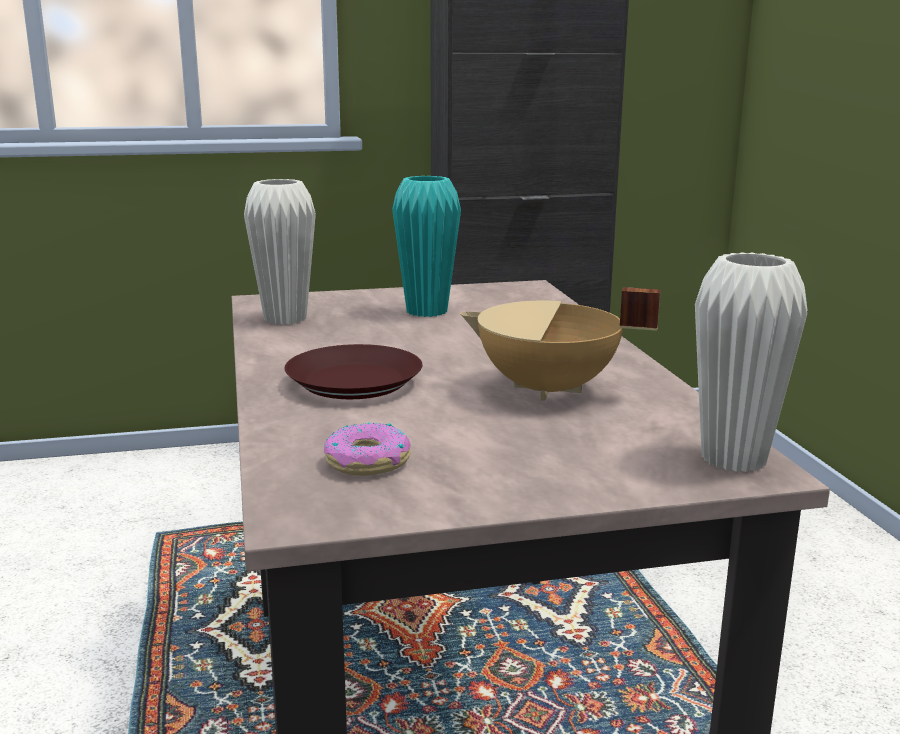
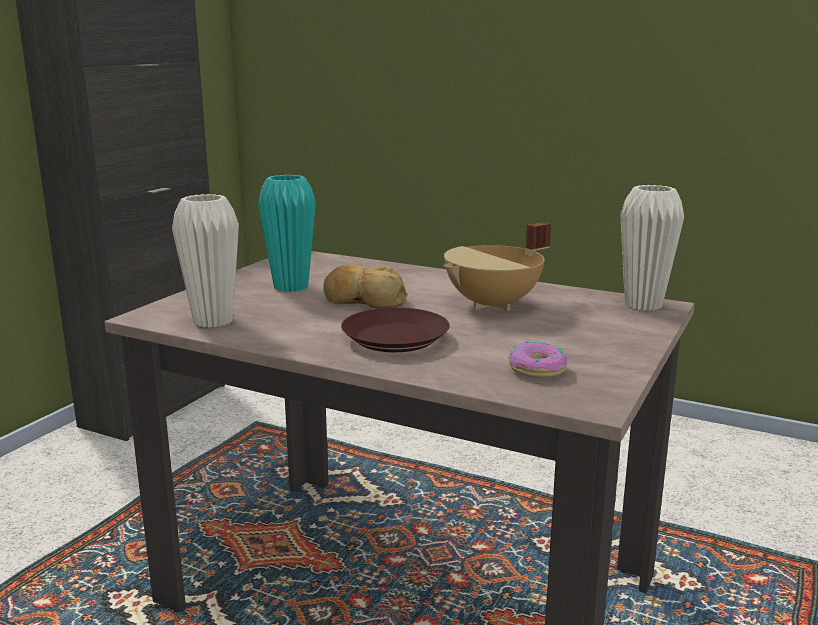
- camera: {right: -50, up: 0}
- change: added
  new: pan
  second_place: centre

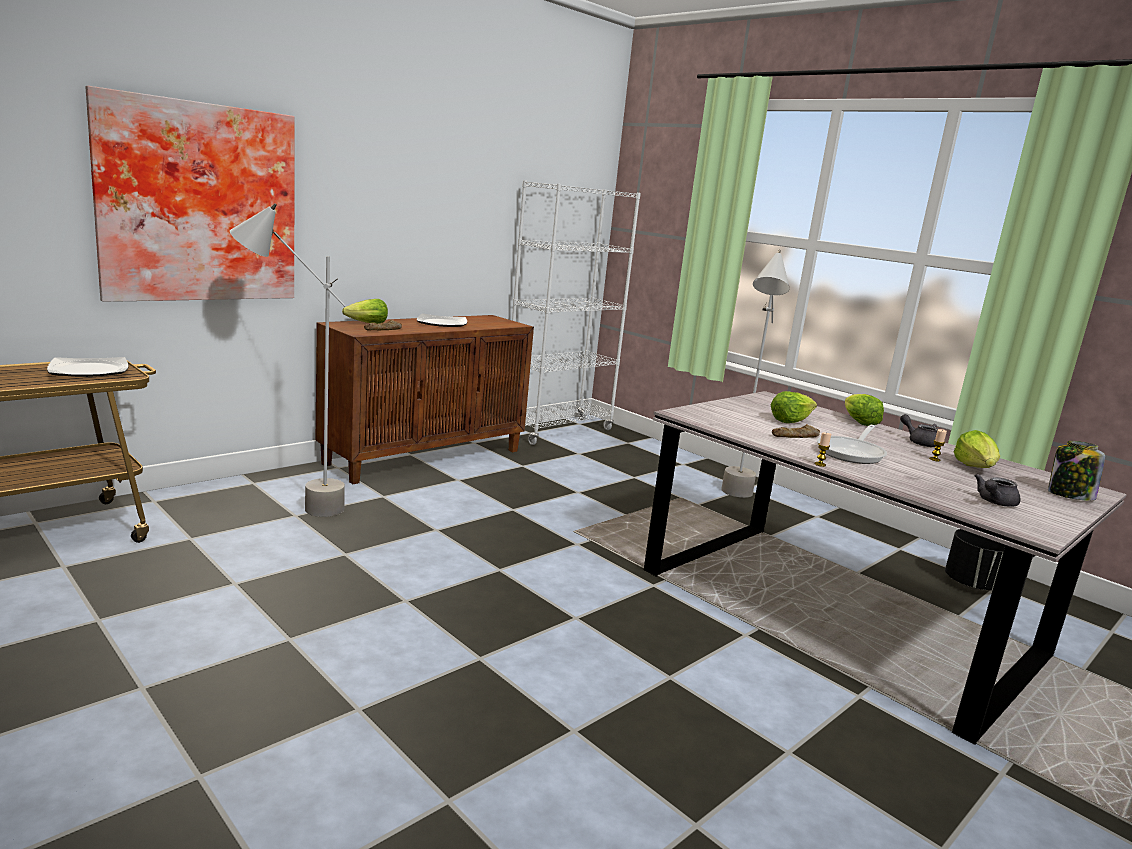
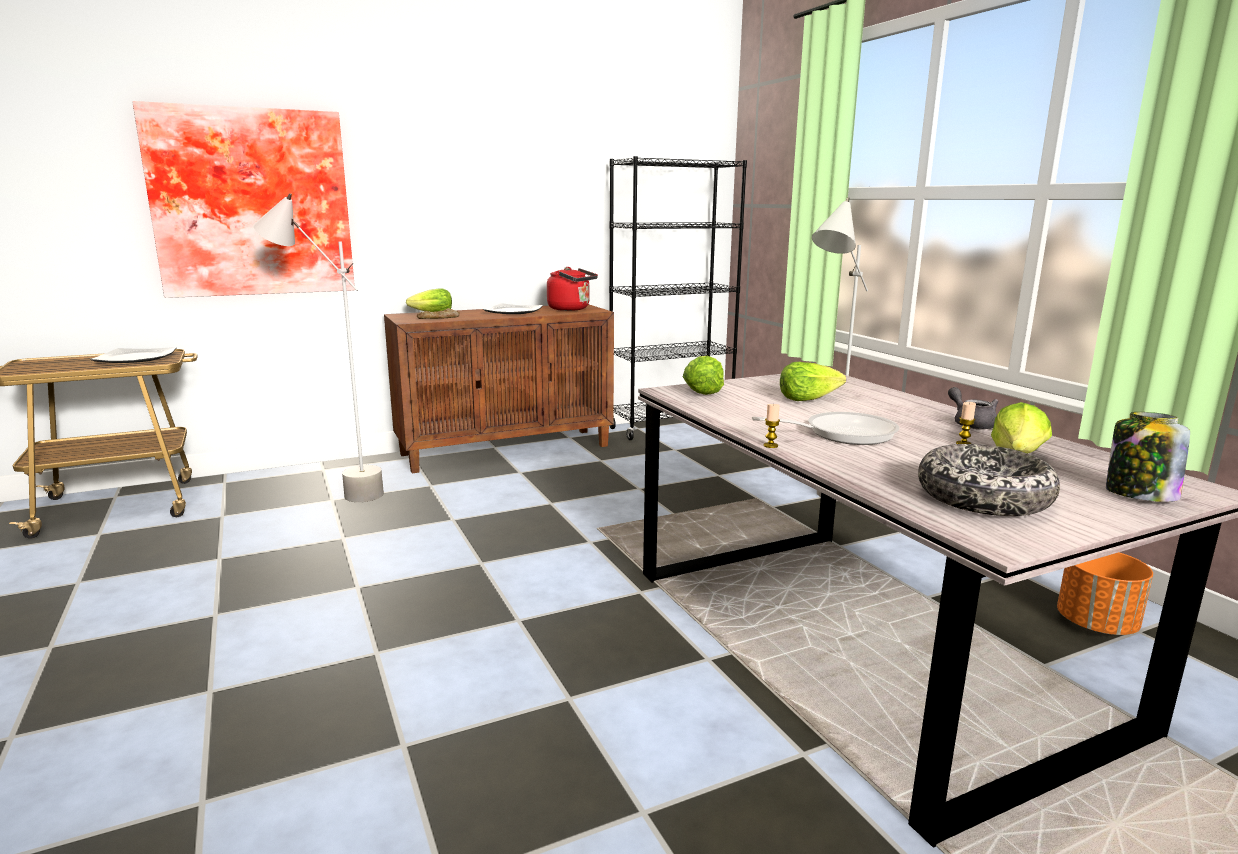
- camera: {right: 20, up: 0}
- change: removed
  old: pan (2nd from left)
  first_place: middle right
- change: added
  new: hervidor/rojo
  second_place: centre
- change: moved
  old: lechuga (3rd from left in the first image)
  new: lechuga (2nd from left)
  first_place: middle right
  second_place: centre
- change: replaced
  old: tetera/gris (2nd from left)
  new: cuenco
  first_place: middle right
  second_place: middle right
- change: recoloured
  old: estantería/blanco
  new: estantería/negro
  first_place: centre
  second_place: centre
- change: recoloured
  old: maceta/negro
  new: maceta/naranja
  first_place: middle right
  second_place: bottom right
- change: turned
  old: sartén
  first_place: middle right
  second_place: centre
  degrees: -150

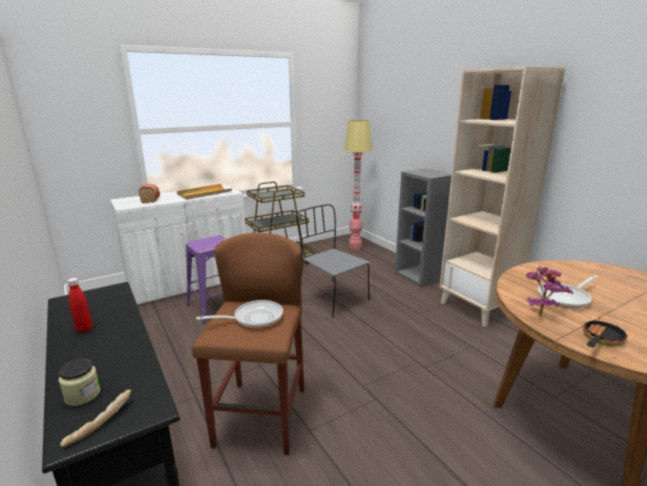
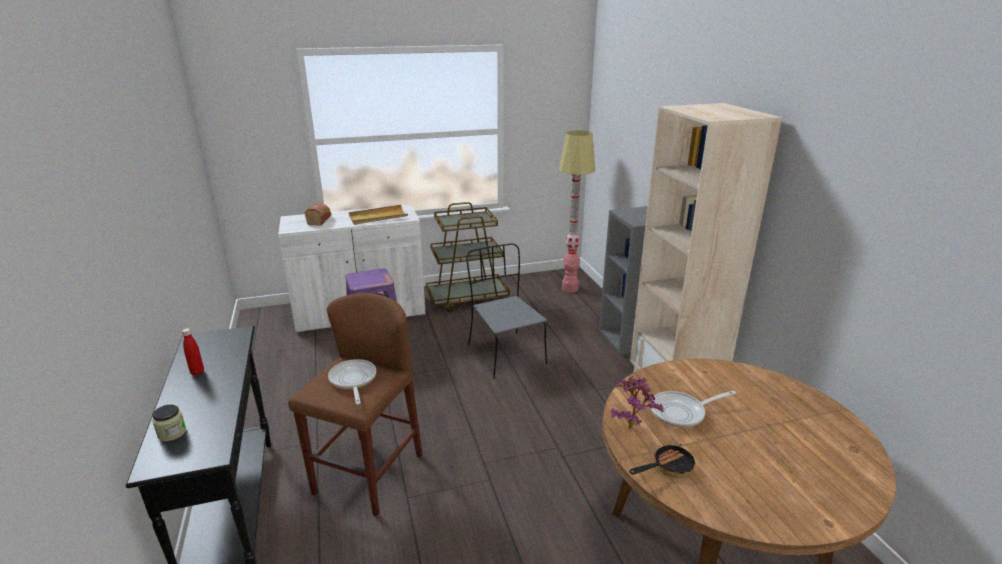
- camera: {right: 15, up: 5}
- change: removed
  old: pan (1st from left)
  first_place: bottom left
- change: turned
  old: sartén (1st from left)
  first_place: centre
  second_place: bottom centre
  degrees: -105

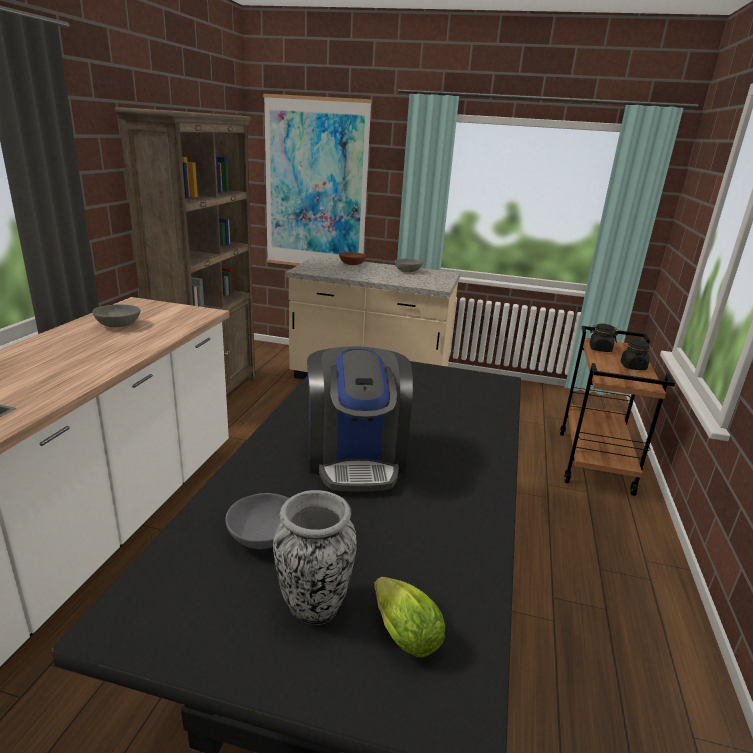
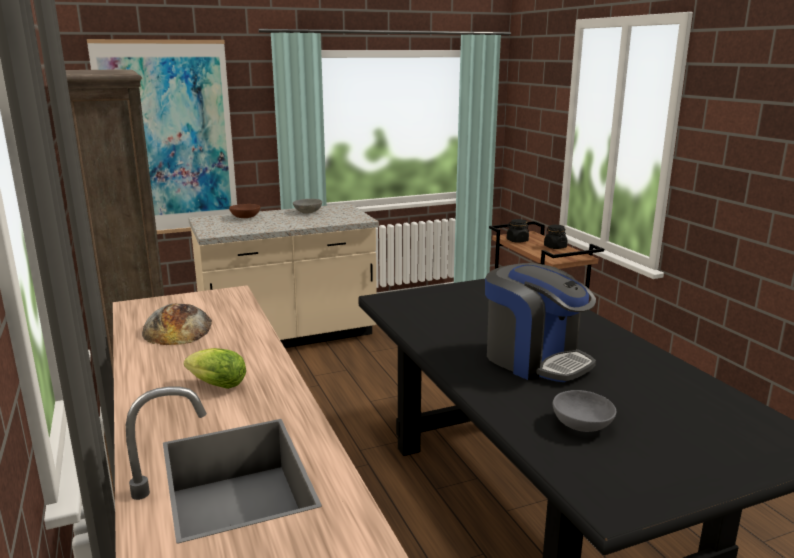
- camera: {right: -35, up: -5}
- change: removed
  old: florero
  first_place: bottom centre
- change: moved
  old: lechuga
  first_place: bottom centre
  second_place: middle left
- change: replaced
  old: cuenco/gris (1st from left)
  new: pan
  first_place: middle left
  second_place: middle left

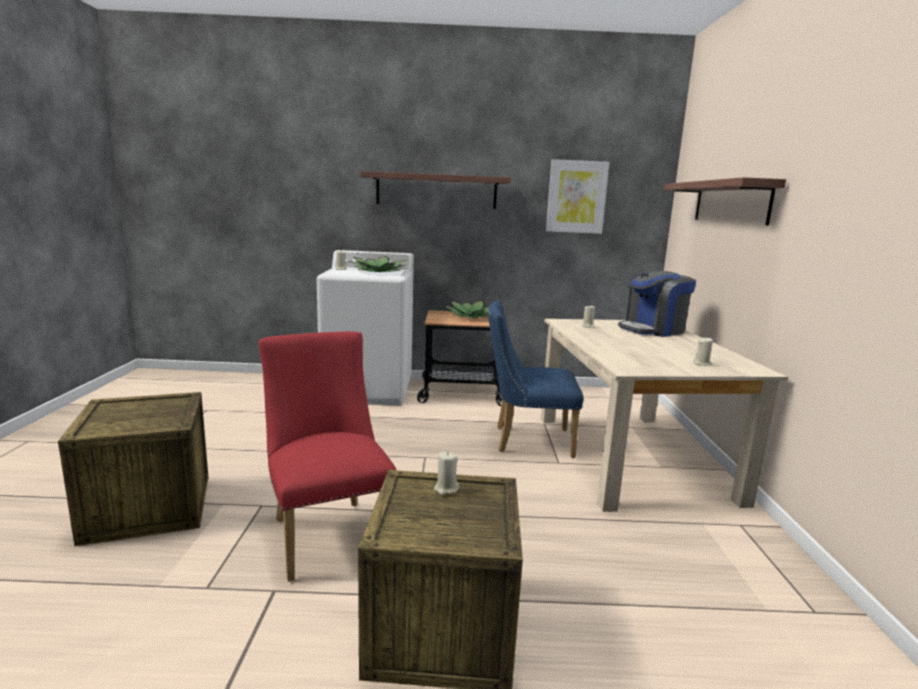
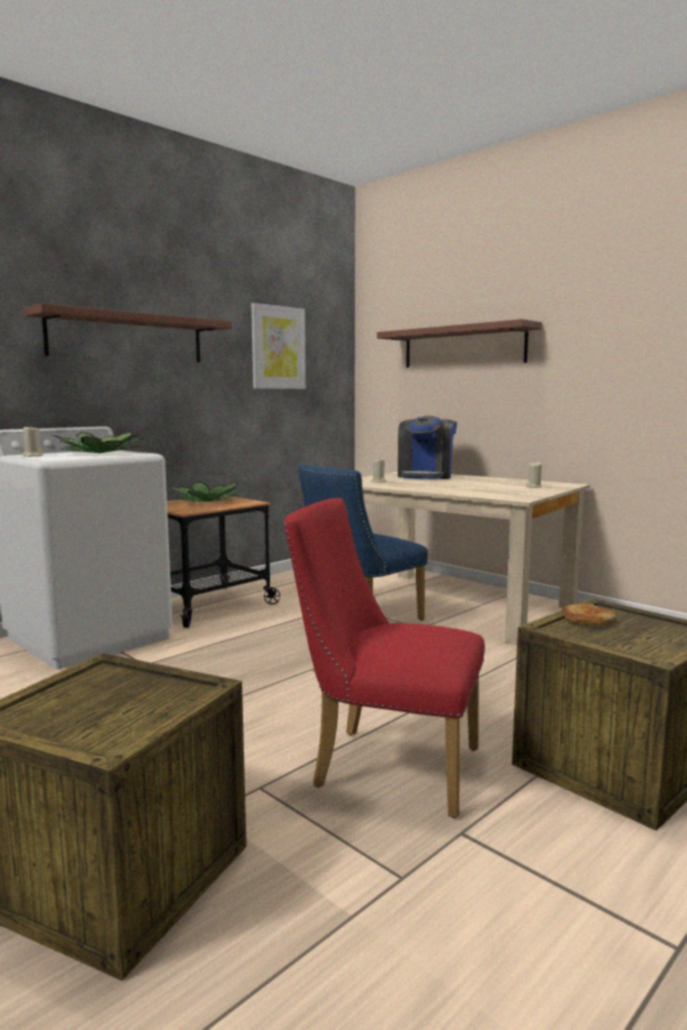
- camera: {right: -45, up: -5}
- change: replaced
  old: vela/beis (2nd from left)
  new: pan
  first_place: bottom centre
  second_place: middle right

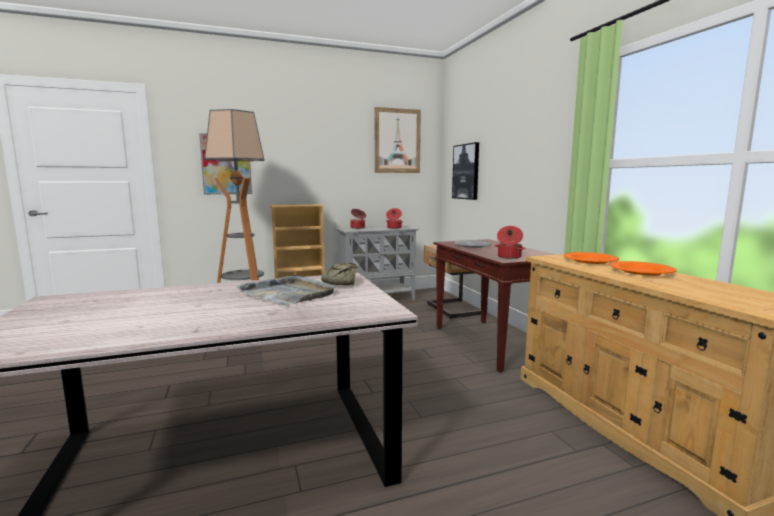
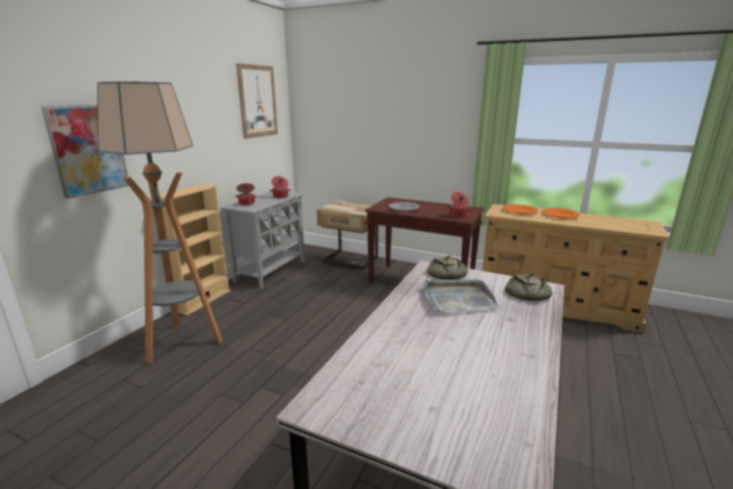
- camera: {right: -45, up: 10}
- change: removed
  old: cuadro (3rd from left)
  first_place: top centre
- change: added
  new: pan (2nd from left)
  second_place: middle right

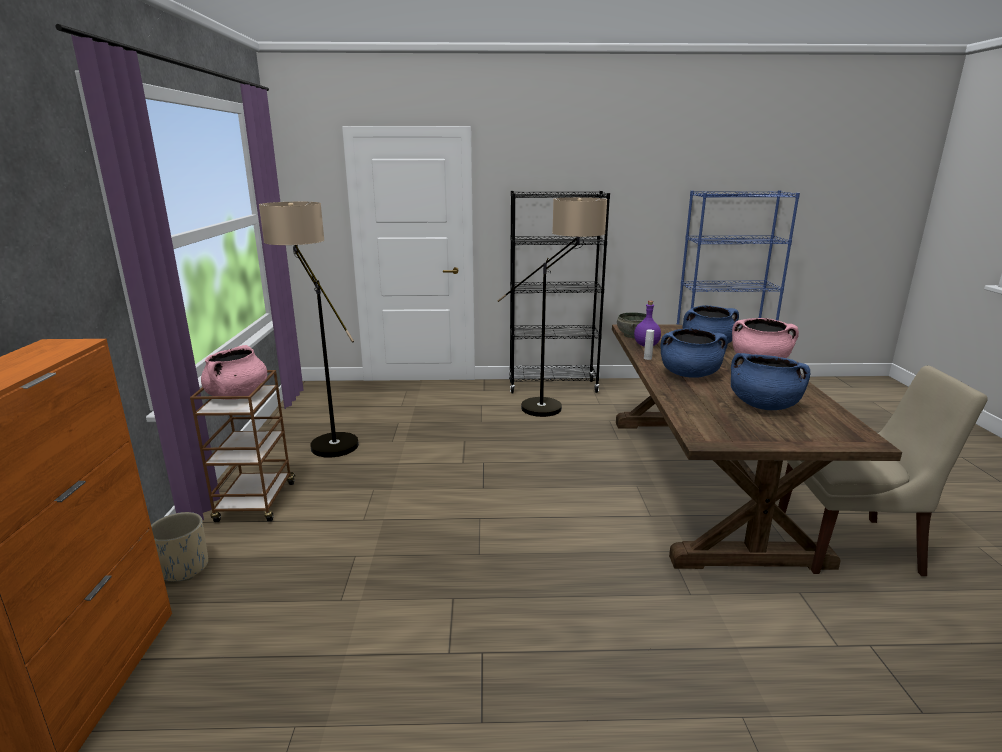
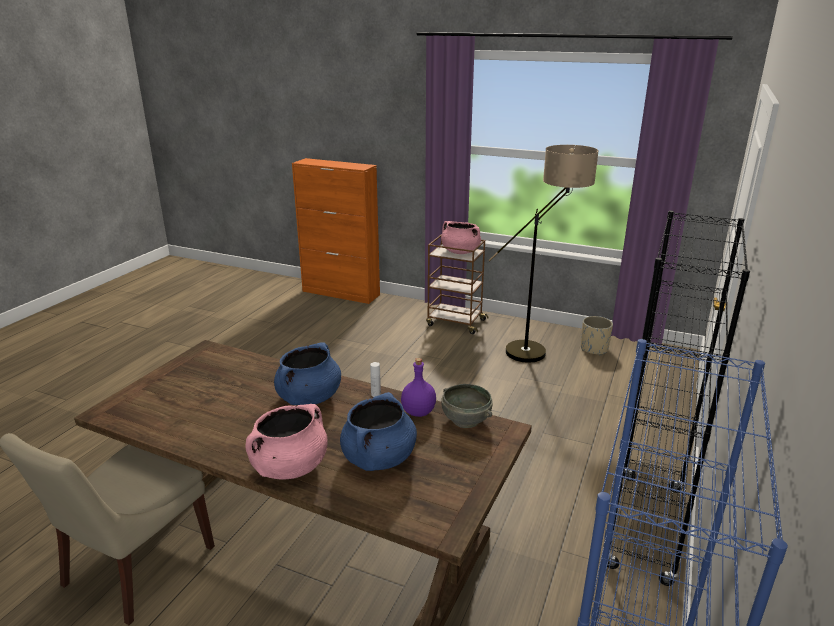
- camera: {right: 115, up: 5}
- change: removed
  old: lámpara de pie (2nd from left)
  first_place: centre
- change: removed
  old: olla/azul (3rd from left)
  first_place: middle right
- change: moved
  old: maceta/beis
  first_place: bottom left
  second_place: middle right

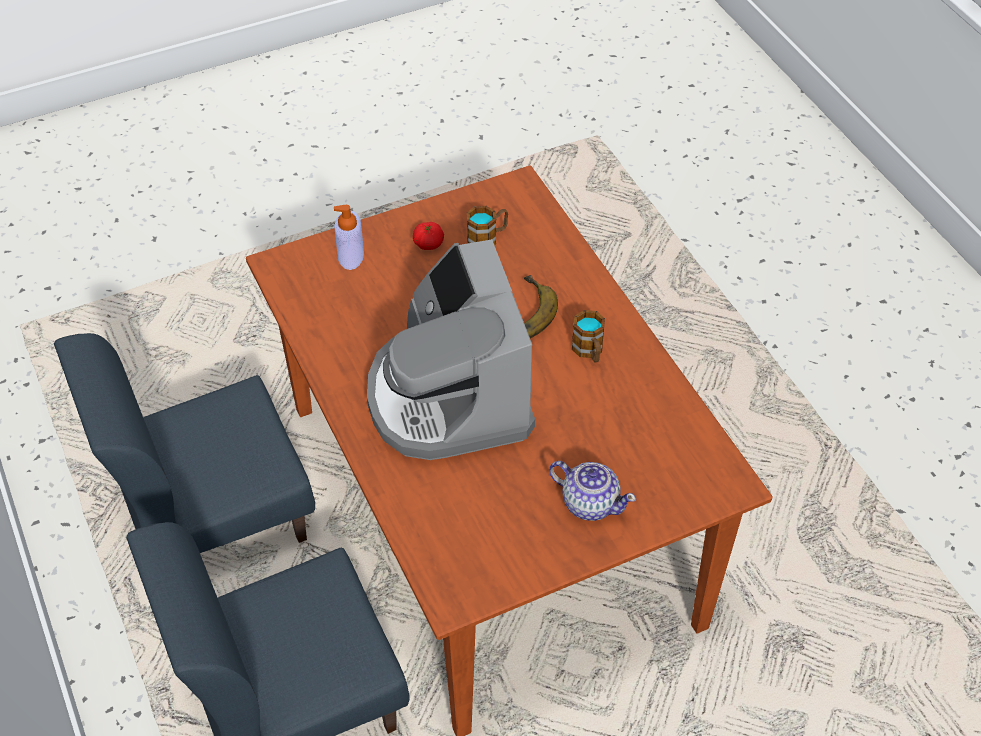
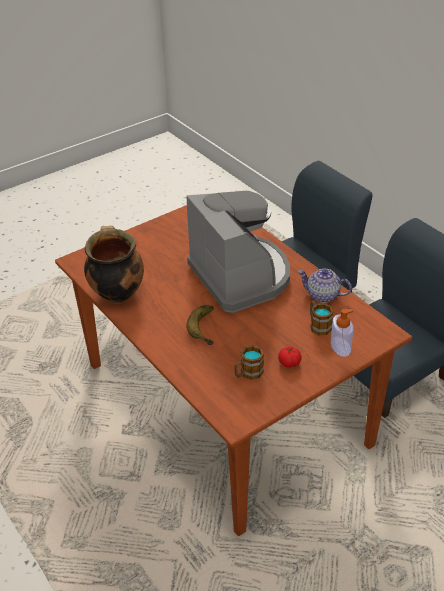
- camera: {right: 170, up: -10}
- change: added
  new: olla
  second_place: middle left
- change: moved
  old: tetera
  first_place: bottom centre
  second_place: middle right
- change: moved
  old: taza grande (2nd from left)
  first_place: centre
  second_place: middle right

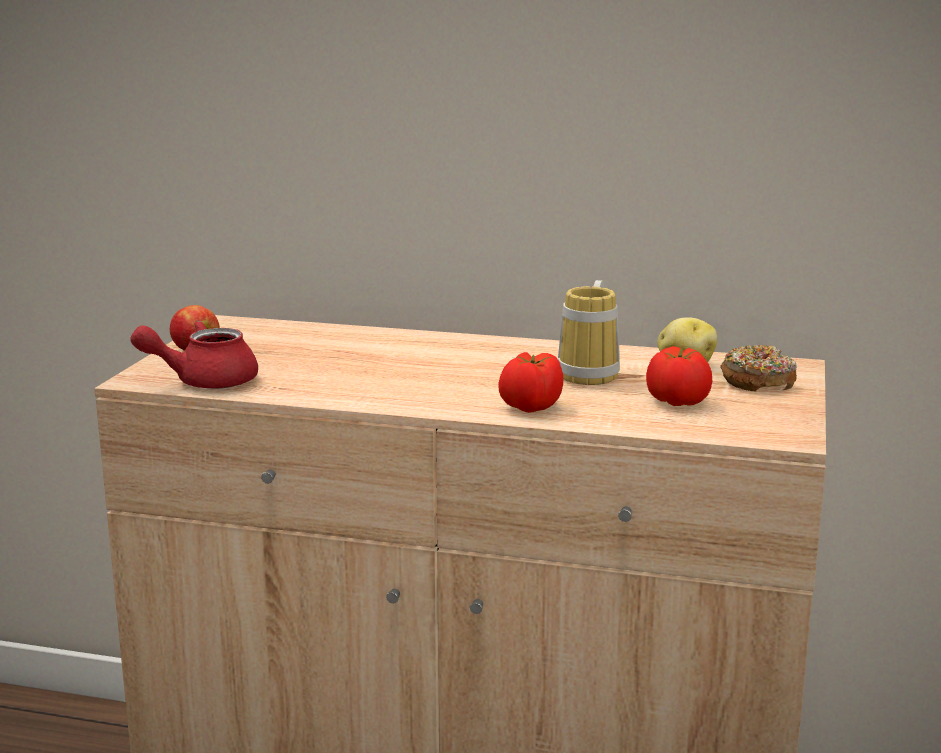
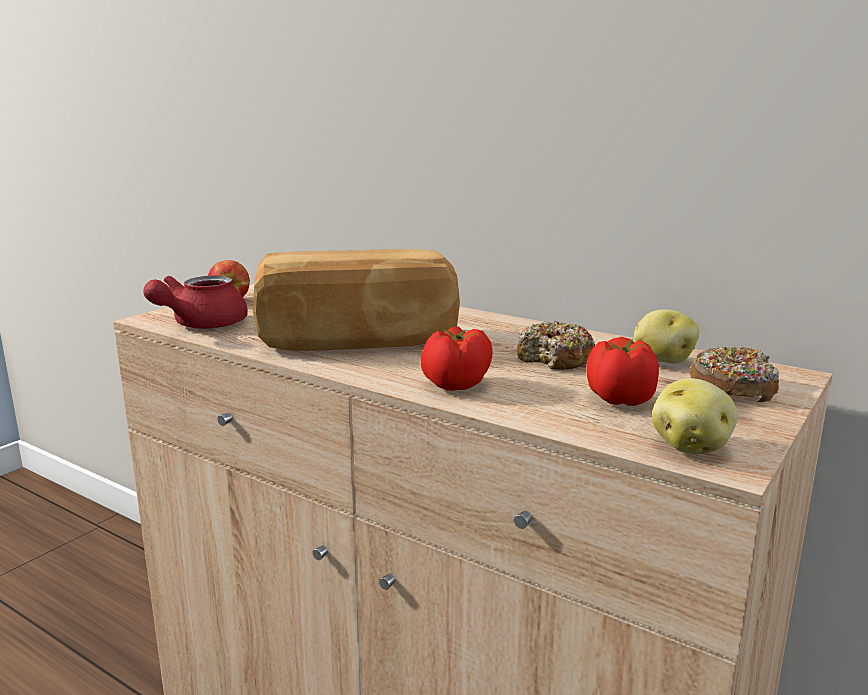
- camera: {right: 20, up: 0}
- change: added
  new: pan
  second_place: centre
- change: added
  new: patata (2nd from left)
  second_place: middle right
- change: replaced
  old: taza grande
  new: rosquilla (1st from left)
  first_place: centre
  second_place: centre
- change: turned
  old: tetera/rojo
  first_place: middle left
  second_place: middle left
  degrees: -60

